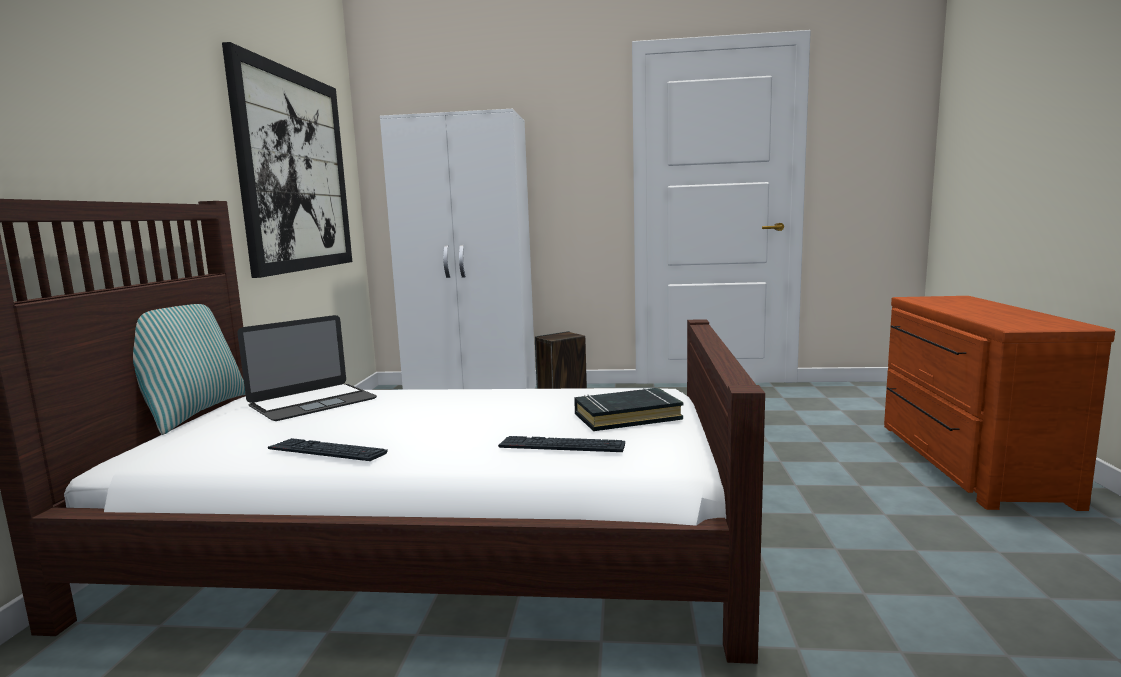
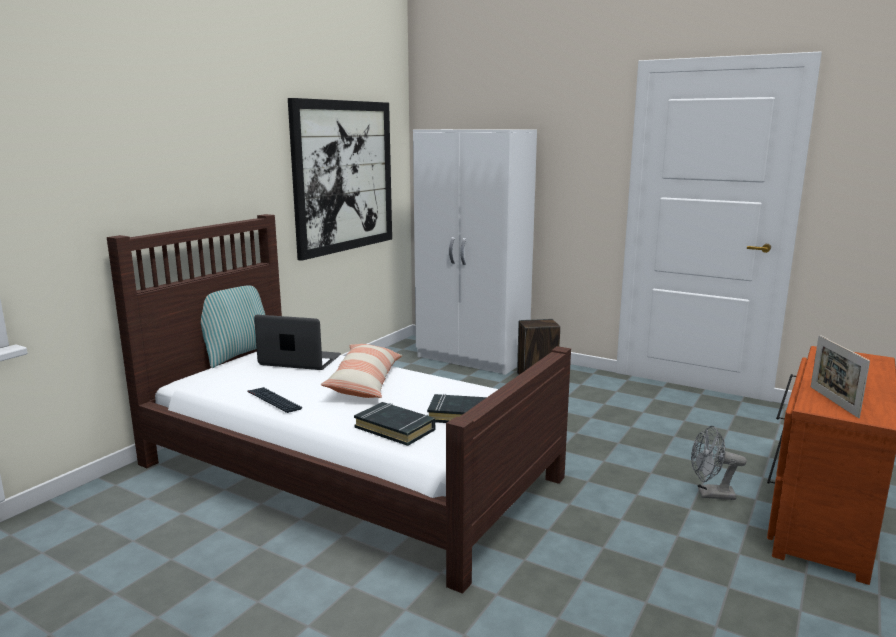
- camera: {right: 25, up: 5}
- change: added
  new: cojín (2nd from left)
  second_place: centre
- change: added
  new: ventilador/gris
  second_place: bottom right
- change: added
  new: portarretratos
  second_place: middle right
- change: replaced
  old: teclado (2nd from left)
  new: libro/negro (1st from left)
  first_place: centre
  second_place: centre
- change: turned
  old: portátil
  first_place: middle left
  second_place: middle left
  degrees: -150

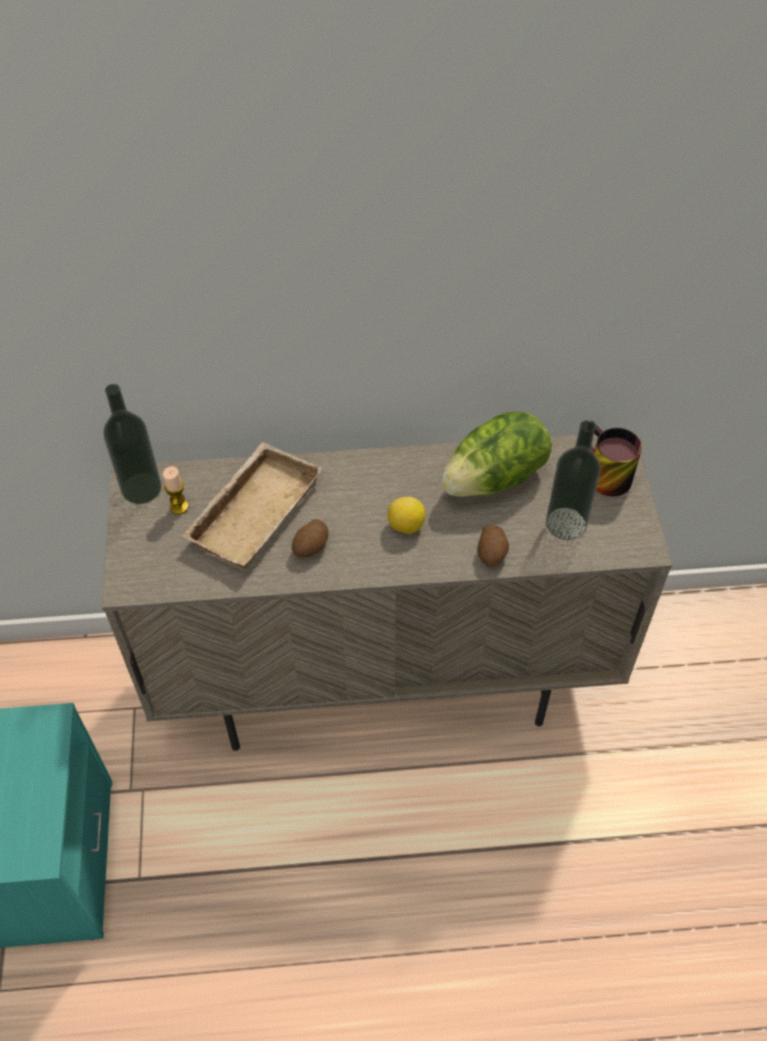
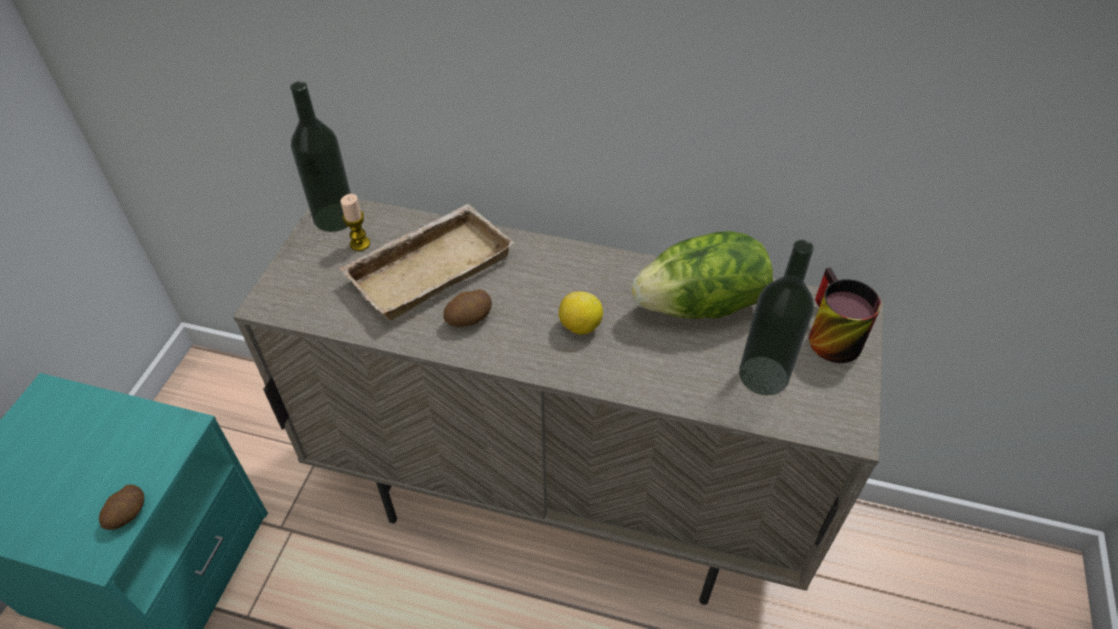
- camera: {right: 20, up: -5}
- change: moved
  old: patata (2nd from left in the first image)
  new: patata (1st from left)
  first_place: centre
  second_place: bottom left

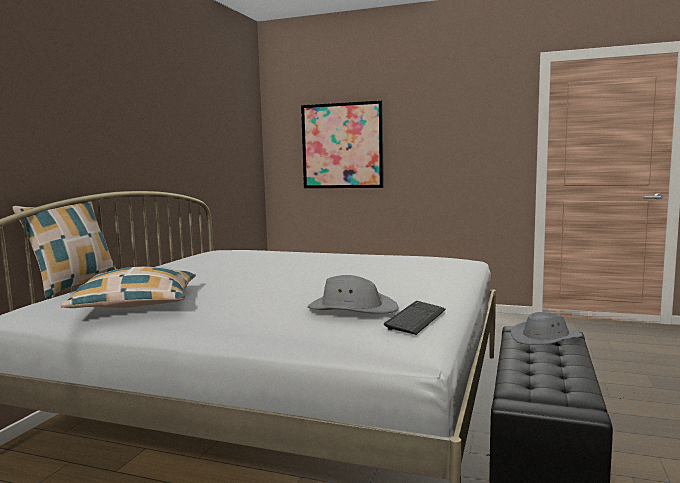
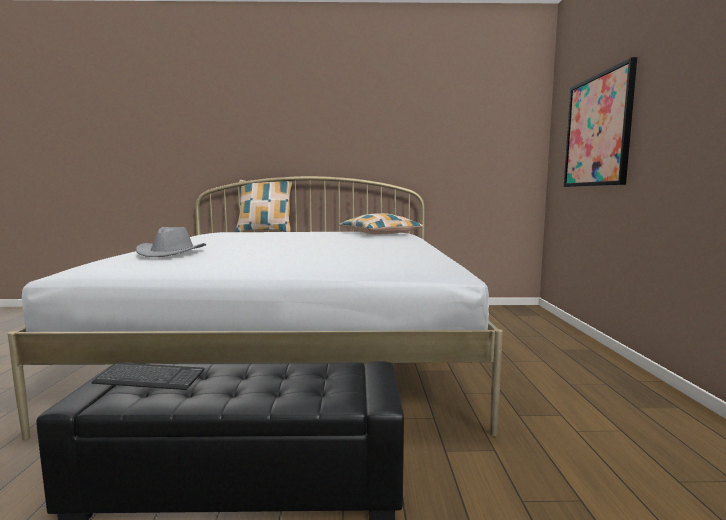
- camera: {right: 70, up: 0}
- change: removed
  old: sombrero/gris (2nd from left)
  first_place: bottom right
- change: moved
  old: cojín (2nd from left)
  first_place: middle left
  second_place: centre
- change: moved
  old: teclado
  first_place: centre
  second_place: bottom left

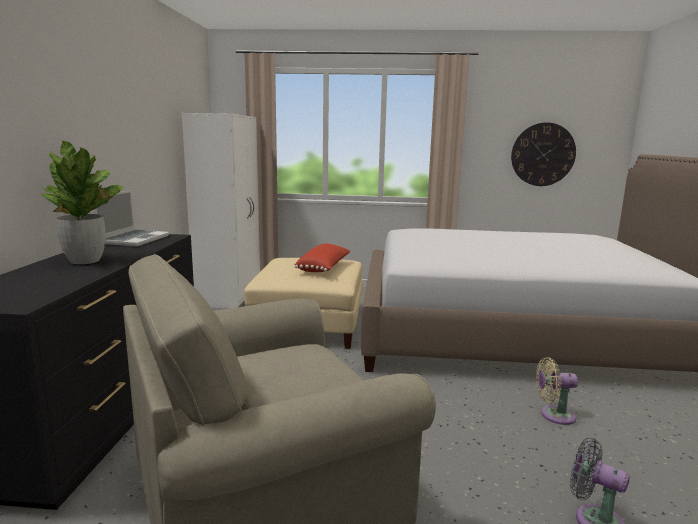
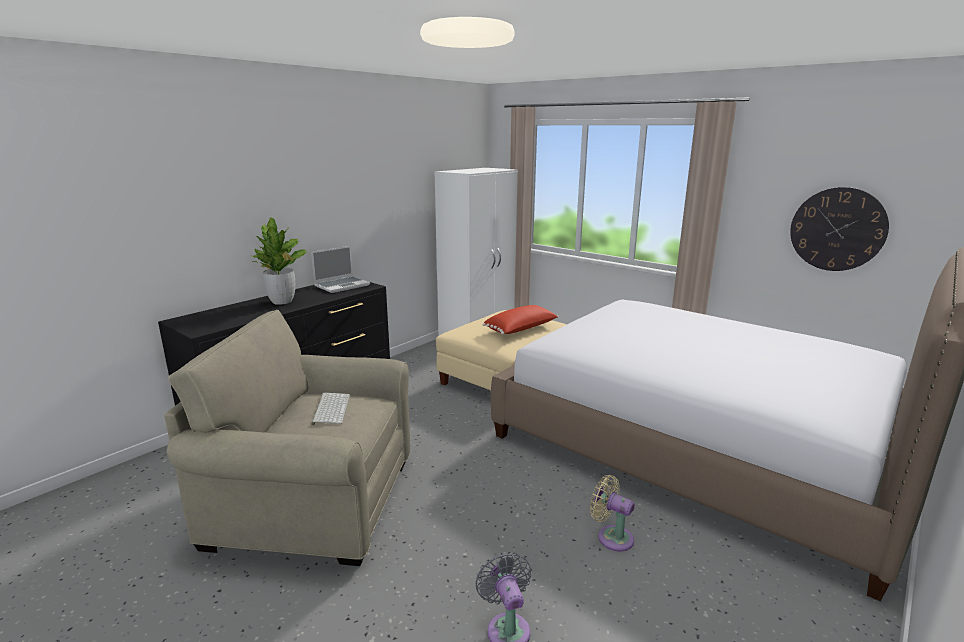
- camera: {right: 35, up: 5}
- change: added
  new: teclado
  second_place: centre

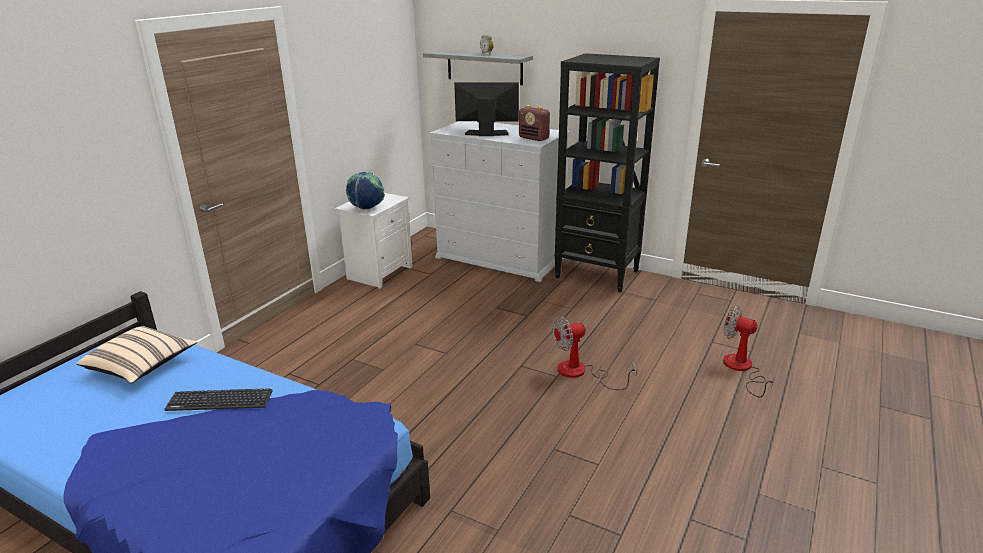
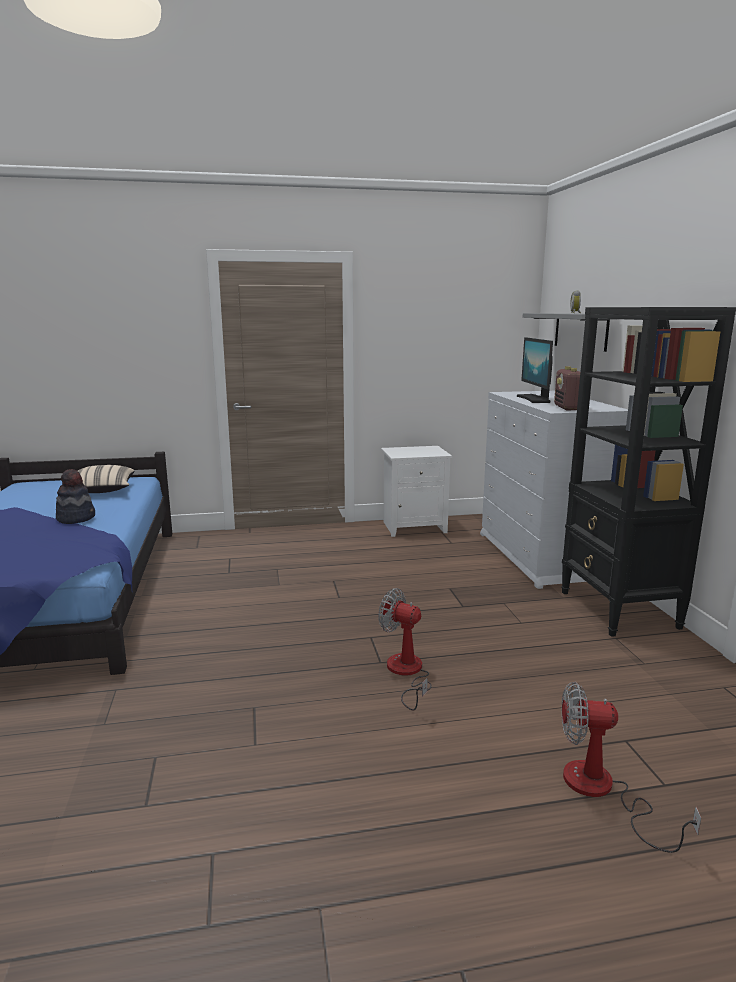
- camera: {right: 50, up: -10}
- change: removed
  old: globo terráqueo
  first_place: centre
- change: replaced
  old: teclado
  new: sombrero
  first_place: bottom left
  second_place: middle left
- change: turned
  old: monitor
  first_place: top centre
  second_place: middle right
  degrees: -150
- change: turned
  old: ventilador (2nd from left)
  first_place: middle right
  second_place: bottom right
  degrees: -75

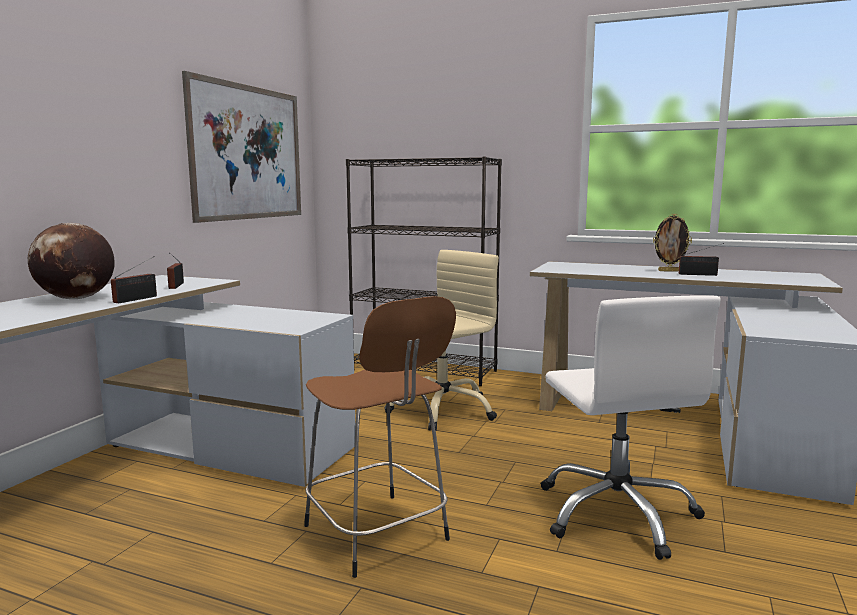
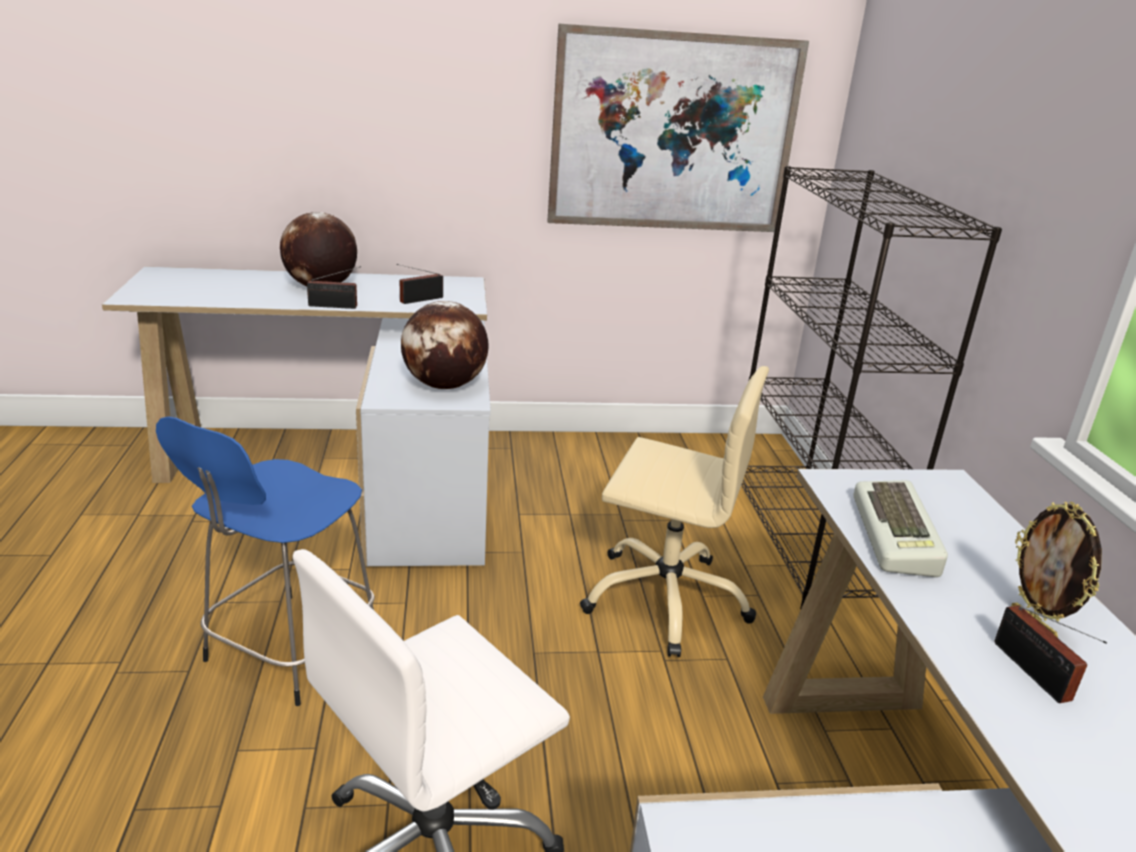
- camera: {right: 60, up: 15}
- change: added
  new: globo terráqueo (2nd from left)
  second_place: centre
- change: added
  new: teclado
  second_place: middle right
- change: recoloured
  old: taburete/marrón
  new: taburete/azul
  first_place: bottom centre
  second_place: middle left

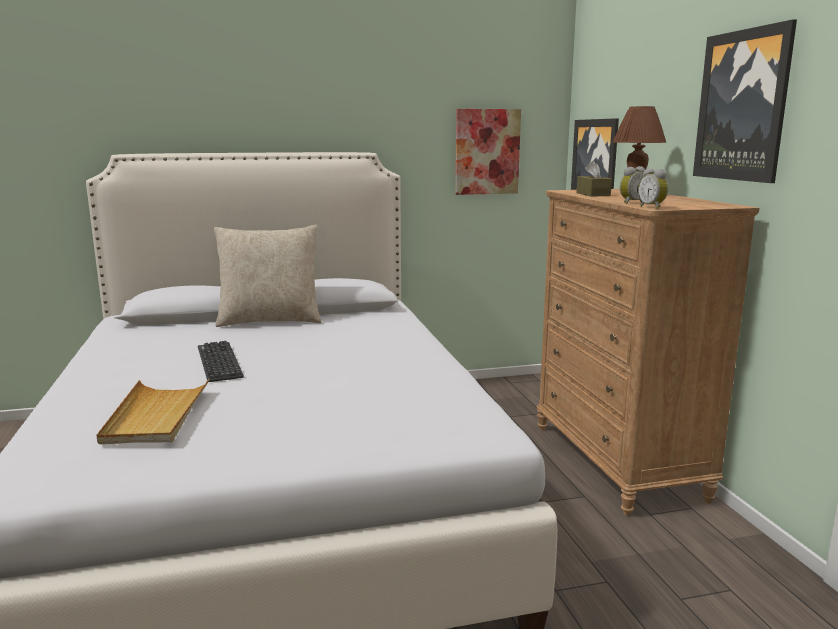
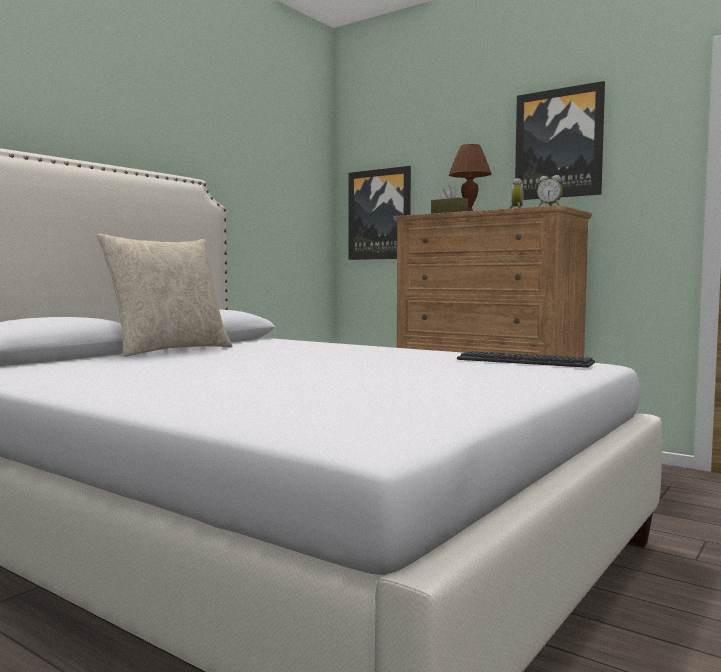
- camera: {right: -40, up: -10}
- change: removed
  old: bandeja/beis
  first_place: middle left
- change: removed
  old: cuadro (1st from left)
  first_place: top centre
- change: moved
  old: teclado
  first_place: middle left
  second_place: middle right

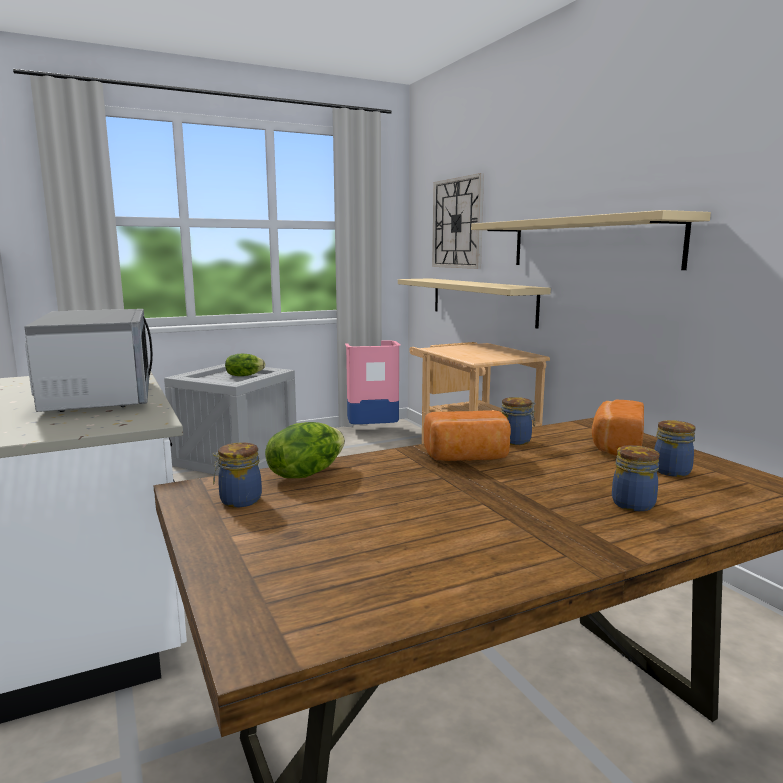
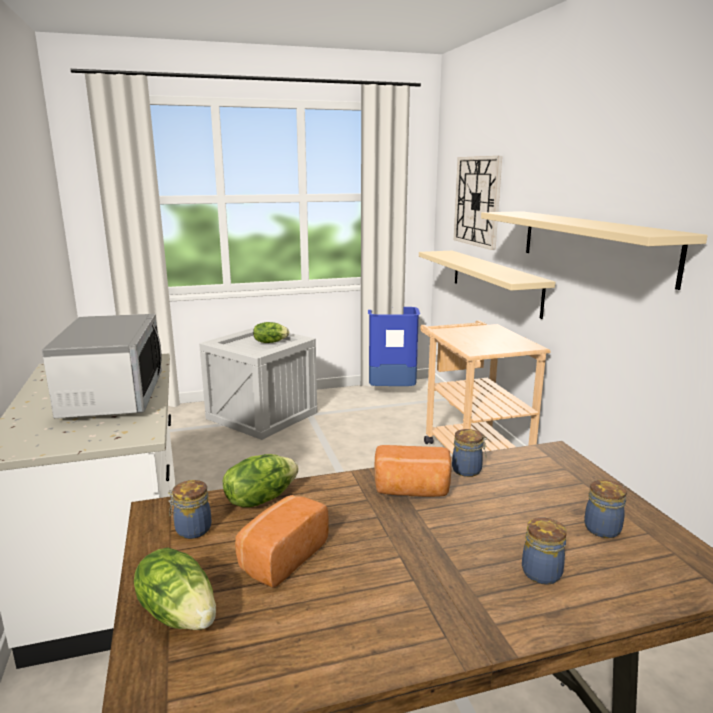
- camera: {right: 10, up: 5}
- change: added
  new: lechuga (1st from left)
  second_place: bottom left
- change: moved
  old: pan (2nd from left in the first image)
  new: pan (1st from left)
  first_place: middle right
  second_place: bottom centre
- change: recoloured
  old: papelera/rosa
  new: papelera/azul
  first_place: centre
  second_place: centre

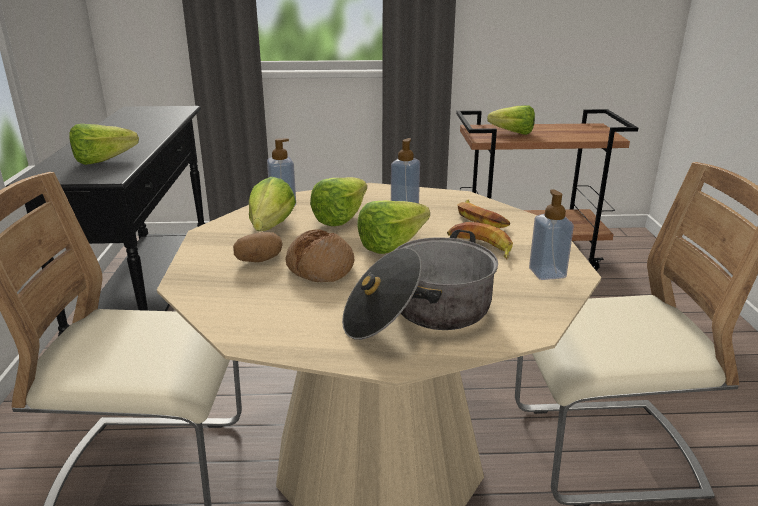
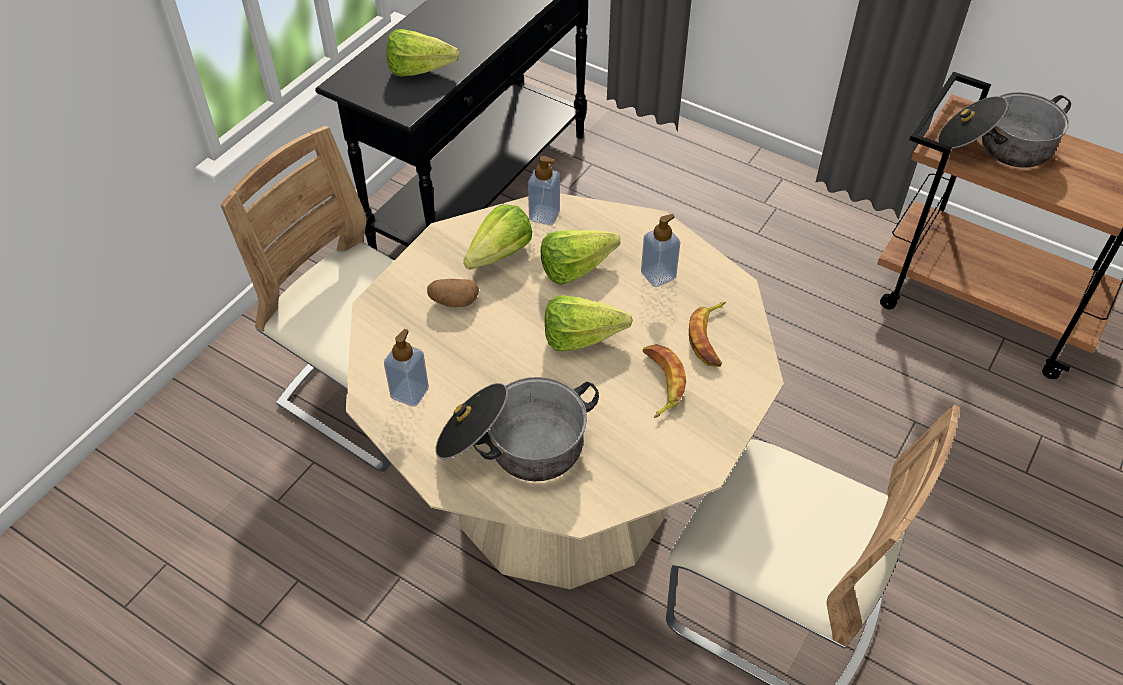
- camera: {right: 35, up: 25}
- change: removed
  old: pan
  first_place: centre
- change: moved
  old: dispensador de jabón (3rd from left in the first image)
  new: dispensador de jabón (1st from left)
  first_place: middle right
  second_place: centre
- change: replaced
  old: lechuga (5th from left)
  new: olla (2nd from left)
  first_place: top right
  second_place: top right

